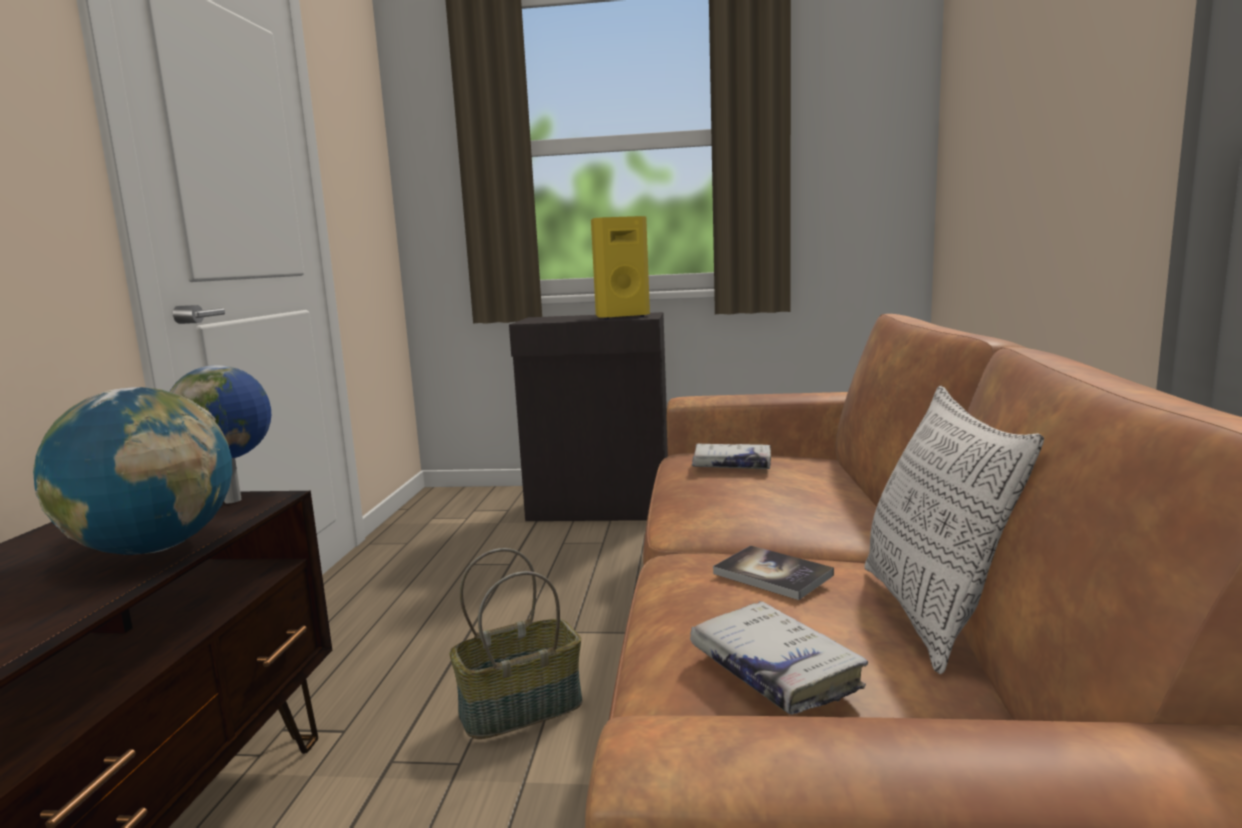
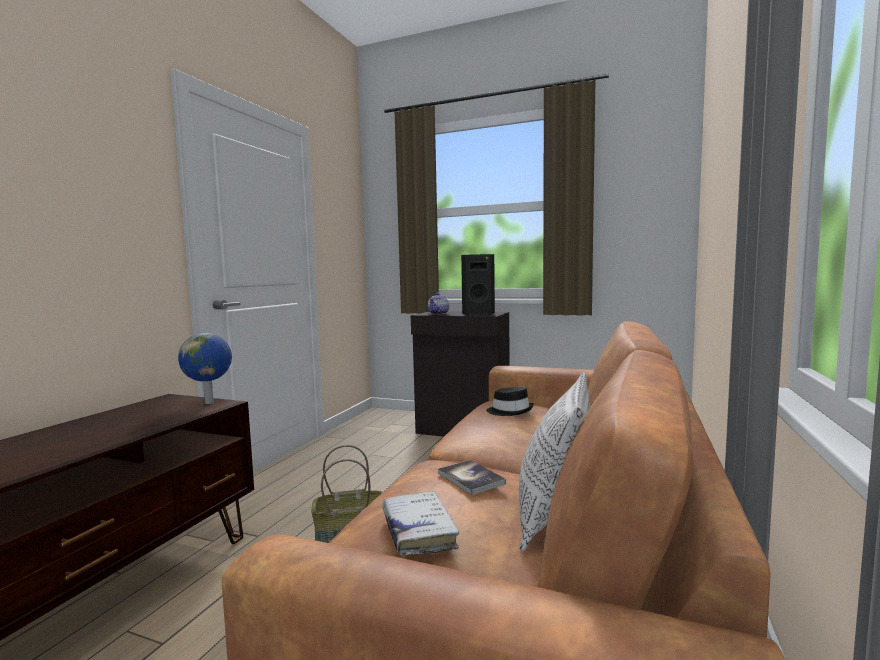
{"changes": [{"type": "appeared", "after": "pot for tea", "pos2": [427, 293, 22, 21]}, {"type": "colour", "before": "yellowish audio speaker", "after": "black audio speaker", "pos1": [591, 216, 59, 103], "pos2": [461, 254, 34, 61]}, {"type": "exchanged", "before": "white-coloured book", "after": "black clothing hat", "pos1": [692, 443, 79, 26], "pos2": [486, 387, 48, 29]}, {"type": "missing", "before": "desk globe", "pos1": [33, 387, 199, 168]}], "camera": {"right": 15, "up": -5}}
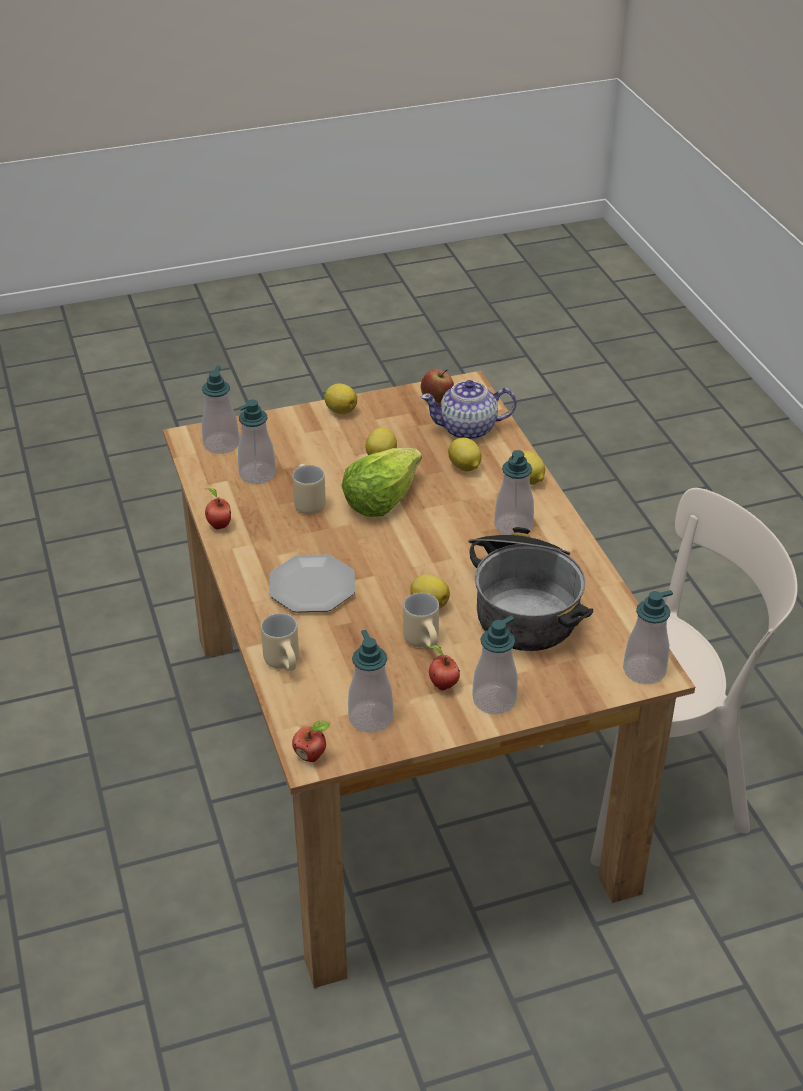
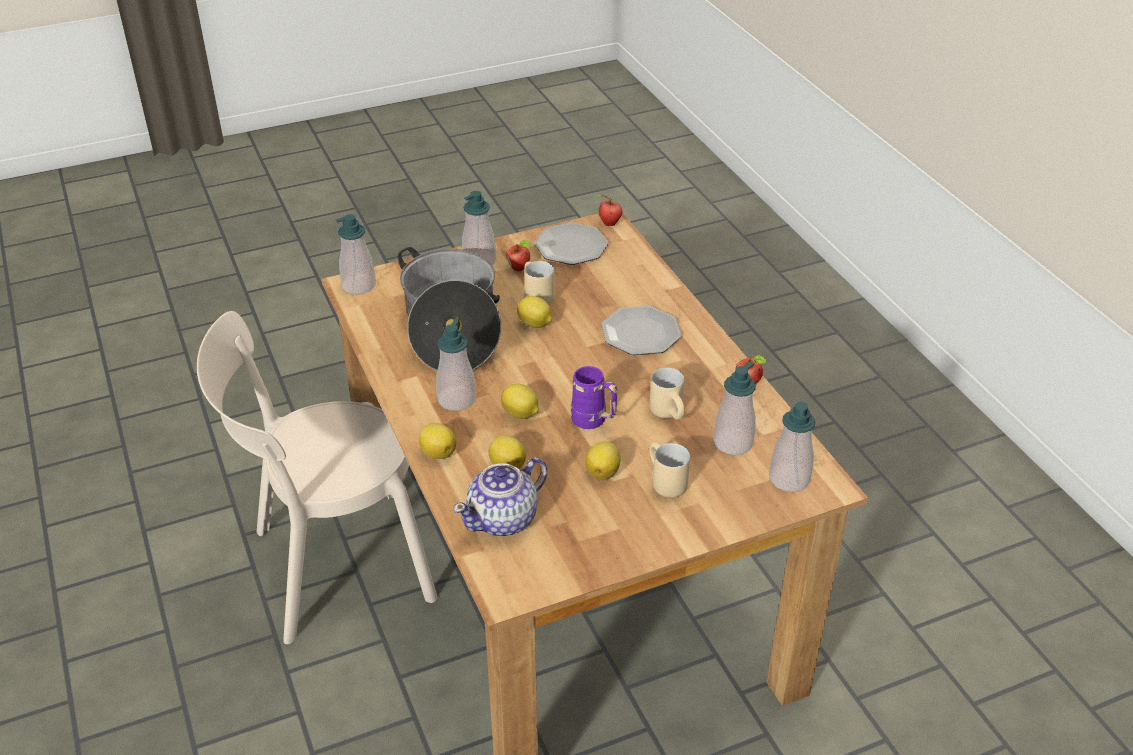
{"changes": [{"type": "spun", "before": "pot for tea", "pos1": [421, 380, 96, 60], "pos2": [453, 457, 95, 79], "turn": 150}, {"type": "relocated", "before": "lemon", "pos1": [325, 383, 32, 31], "pos2": [501, 384, 38, 35]}, {"type": "exchanged", "before": "soap bottle", "after": "dinner plate", "pos1": [348, 630, 45, 103], "pos2": [534, 222, 74, 43]}, {"type": "exchanged", "before": "lettuce head", "after": "purplish tea mug", "pos1": [342, 448, 80, 69], "pos2": [571, 366, 47, 63]}, {"type": "relocated", "before": "sand-coloured tea mug", "pos1": [261, 613, 38, 58], "pos2": [649, 442, 41, 56]}, {"type": "missing", "before": "whole apple", "pos1": [421, 369, 33, 35]}], "camera": {"right": 175, "up": 0}}
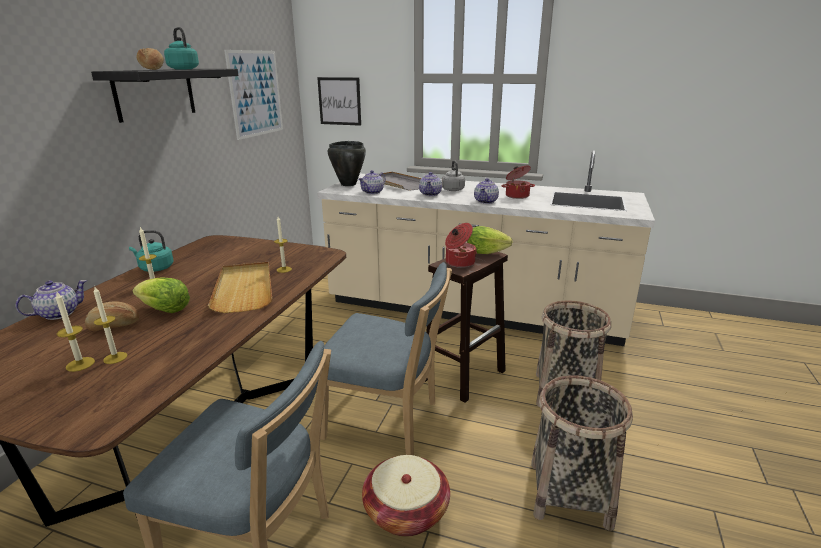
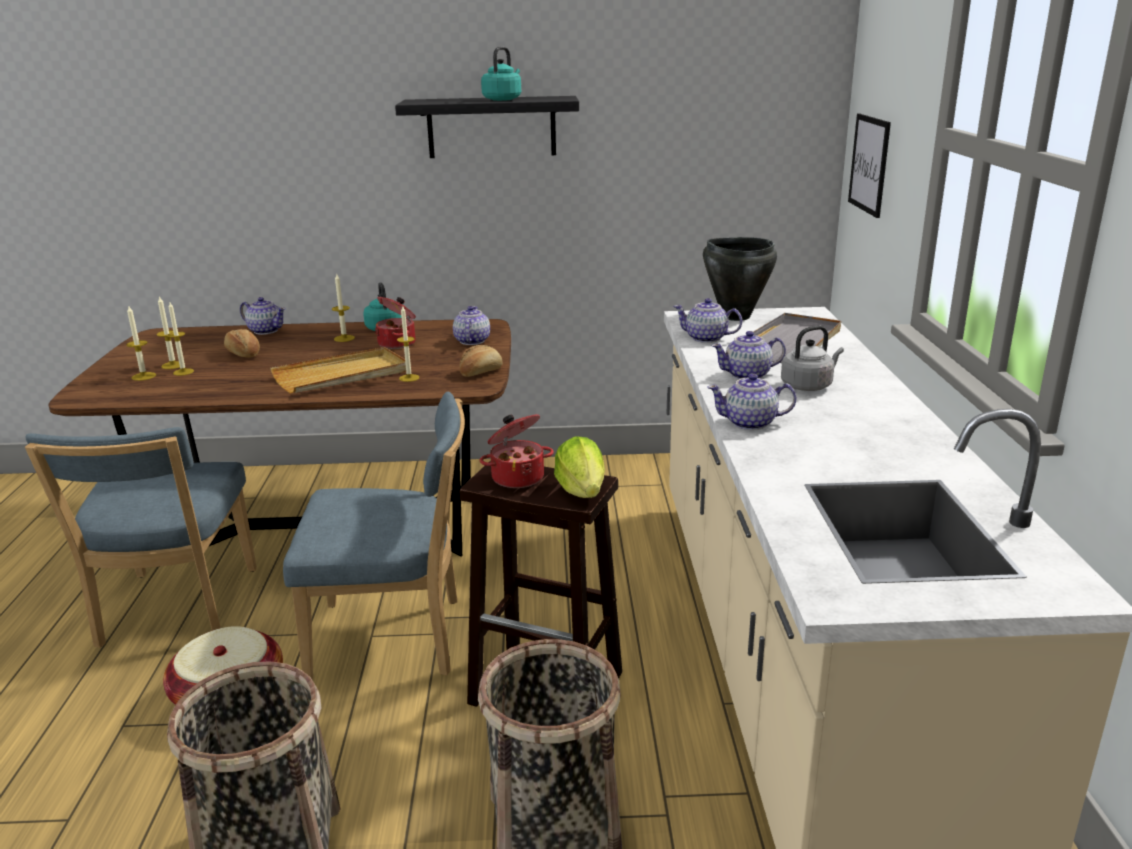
{"changes": [{"type": "appeared", "after": "candle", "pos2": [126, 306, 30, 75]}, {"type": "spun", "before": "blue chair", "pos1": [317, 262, 135, 193], "pos2": [283, 392, 182, 288], "turn": -90}, {"type": "relocated", "before": "cooking pot", "pos1": [501, 165, 34, 34], "pos2": [375, 297, 41, 52]}, {"type": "appeared", "after": "pot for tea", "pos2": [453, 306, 37, 39]}, {"type": "relocated", "before": "bread", "pos1": [137, 48, 27, 22], "pos2": [459, 345, 44, 32]}, {"type": "missing", "before": "lettuce head", "pos1": [133, 278, 57, 35]}, {"type": "missing", "before": "picture", "pos1": [224, 50, 59, 90]}], "camera": {"right": 70, "up": 0}}
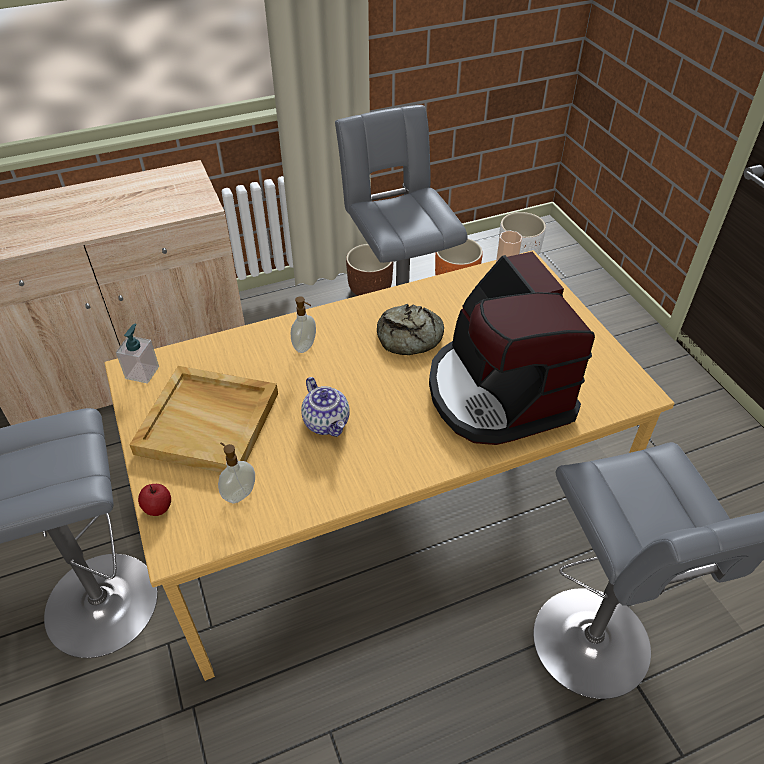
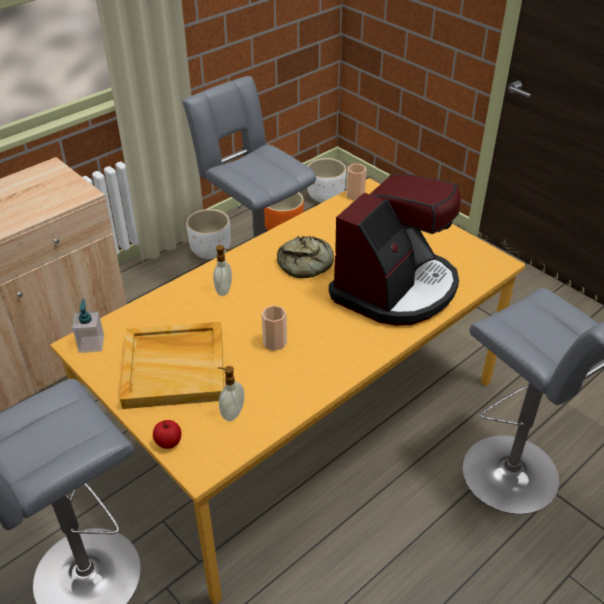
{"changes": [{"type": "colour", "before": "brown flower pot", "after": "white-coloured flower pot", "pos1": [346, 244, 48, 52], "pos2": [186, 209, 45, 50]}, {"type": "exchanged", "before": "pot for tea", "after": "cup", "pos1": [301, 377, 49, 60], "pos2": [262, 305, 25, 46]}, {"type": "spun", "before": "coffee machine", "pos1": [429, 252, 166, 193], "pos2": [329, 174, 132, 151], "turn": -105}], "camera": {"right": -20, "up": -5}}
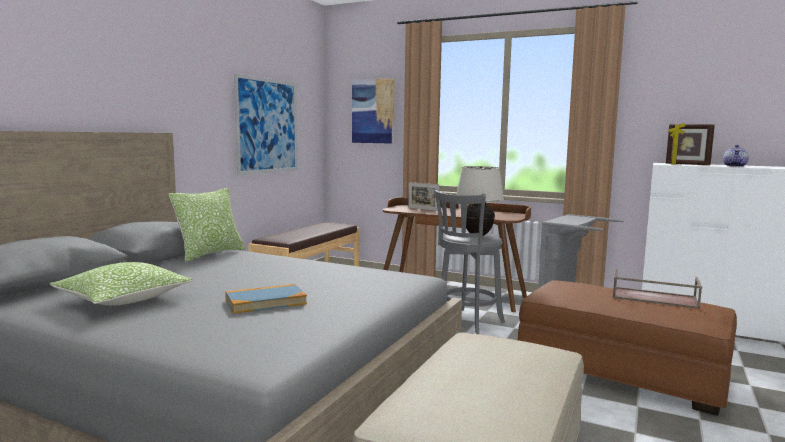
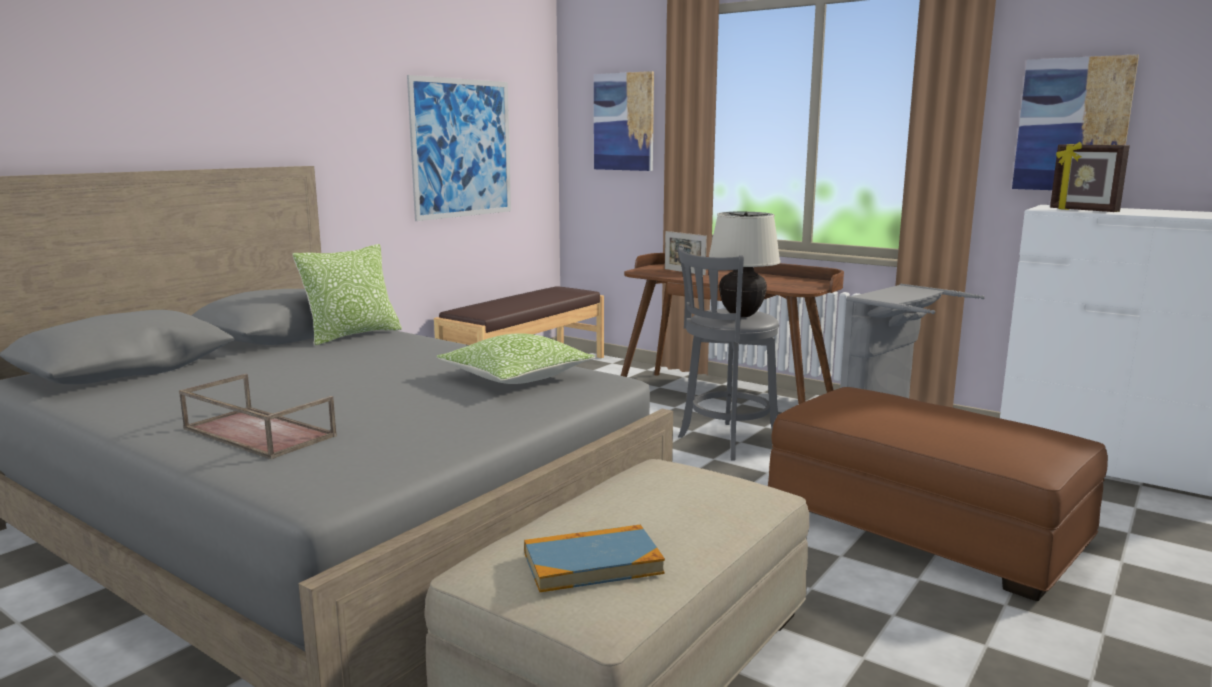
{"changes": [{"type": "relocated", "before": "brown serving tray", "pos1": [612, 269, 90, 40], "pos2": [179, 374, 158, 85]}, {"type": "relocated", "before": "throw pillow", "pos1": [50, 262, 143, 44], "pos2": [436, 333, 159, 51]}, {"type": "relocated", "before": "book", "pos1": [225, 284, 82, 30], "pos2": [524, 524, 141, 68]}, {"type": "appeared", "after": "picture", "pos2": [1012, 54, 127, 136]}, {"type": "missing", "before": "pot for tea", "pos1": [723, 145, 26, 22]}], "camera": {"right": 10, "up": 5}}
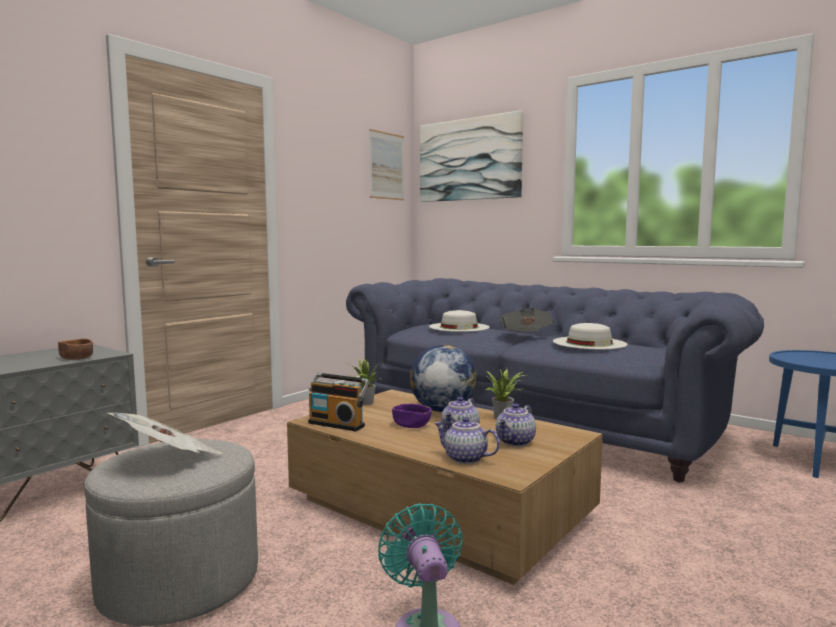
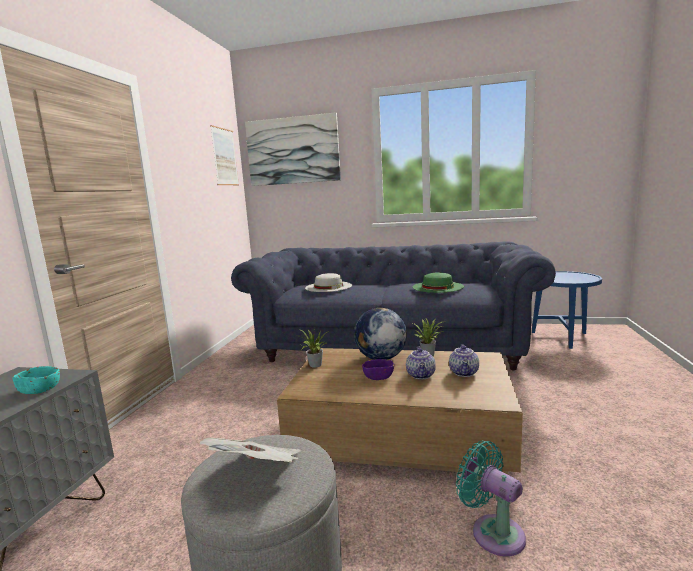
{"changes": [{"type": "colour", "before": "brown serving bowl", "after": "blue-green serving bowl", "pos1": [58, 339, 35, 21], "pos2": [12, 366, 48, 28]}, {"type": "colour", "before": "white-coloured clothing hat", "after": "green-coloured clothing hat", "pos1": [553, 323, 74, 26], "pos2": [412, 272, 52, 21]}, {"type": "missing", "before": "radio set", "pos1": [308, 373, 62, 58]}, {"type": "missing", "before": "pot for tea", "pos1": [435, 417, 65, 47]}, {"type": "missing", "before": "printed paper", "pos1": [500, 308, 54, 24]}], "camera": {"right": -25, "up": 5}}
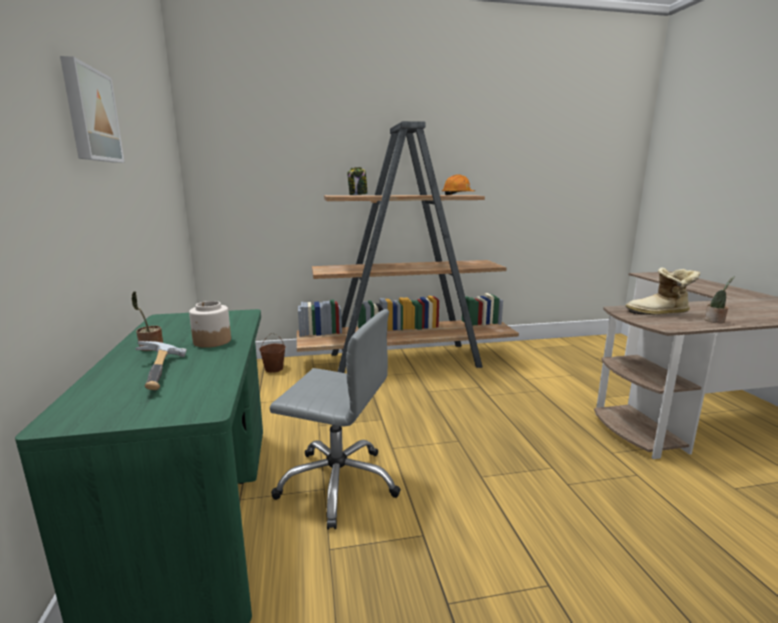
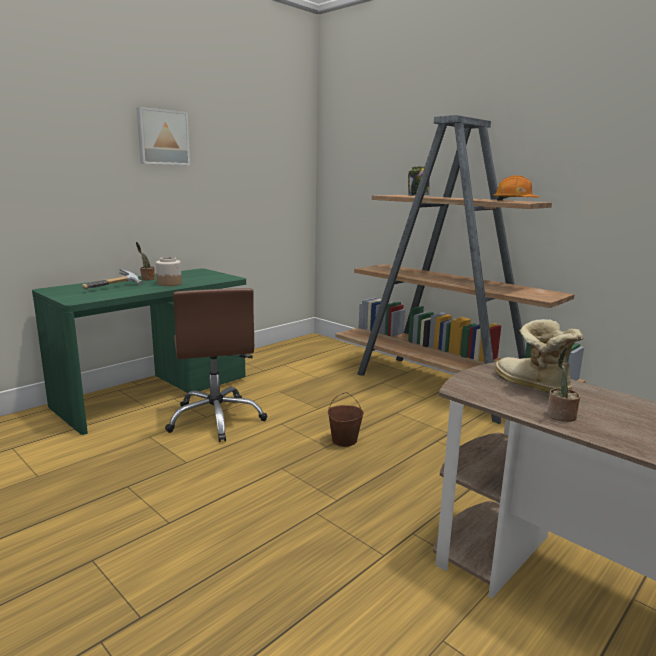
{"changes": [{"type": "colour", "before": "greyish office chair", "after": "brown office chair", "pos1": [270, 309, 131, 220], "pos2": [165, 288, 102, 154]}, {"type": "relocated", "before": "brown water bucket", "pos1": [259, 333, 27, 40], "pos2": [328, 392, 36, 55]}], "camera": {"right": 55, "up": 0}}
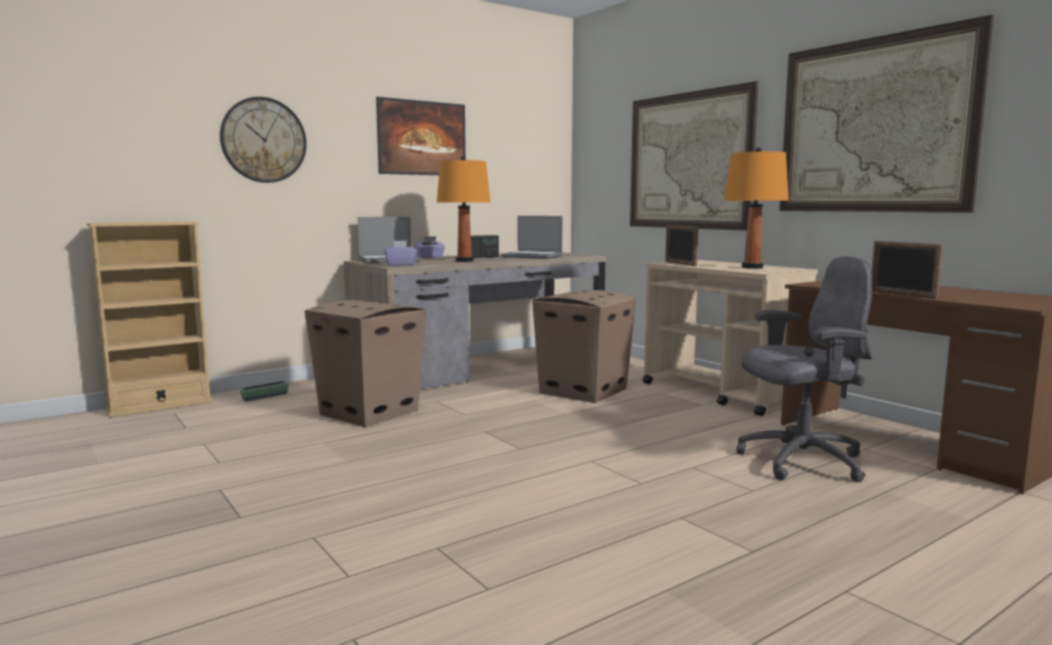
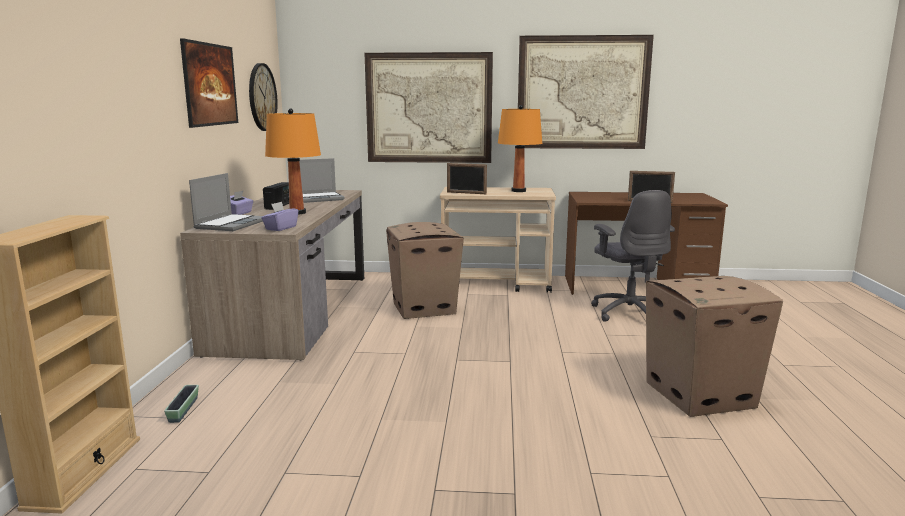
{"changes": [{"type": "relocated", "before": "wall clock", "pos1": [220, 97, 87, 86], "pos2": [249, 63, 29, 68]}, {"type": "spun", "before": "greyish office chair", "pos1": [736, 256, 136, 226], "pos2": [591, 190, 84, 132], "turn": 135}, {"type": "relocated", "before": "packing box", "pos1": [305, 300, 121, 127], "pos2": [646, 276, 137, 141]}], "camera": {"right": -50, "up": 5}}
